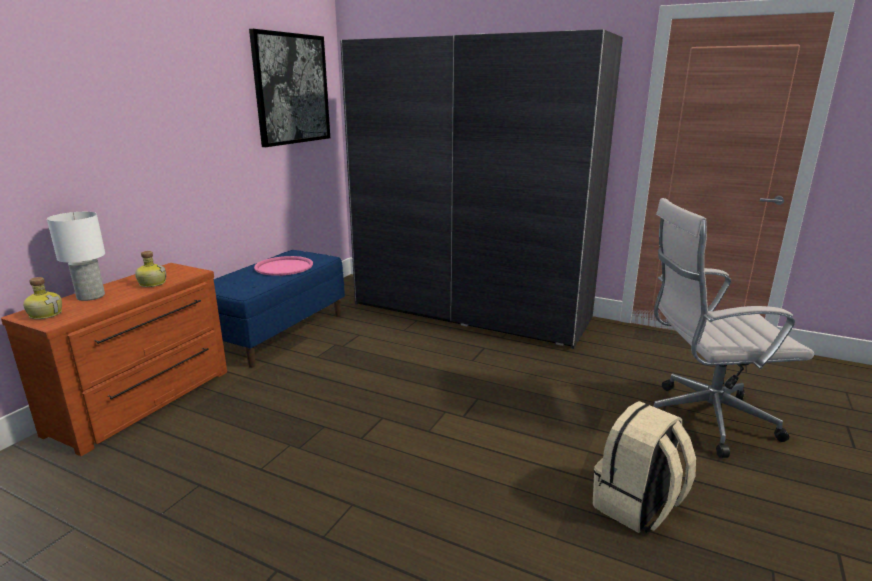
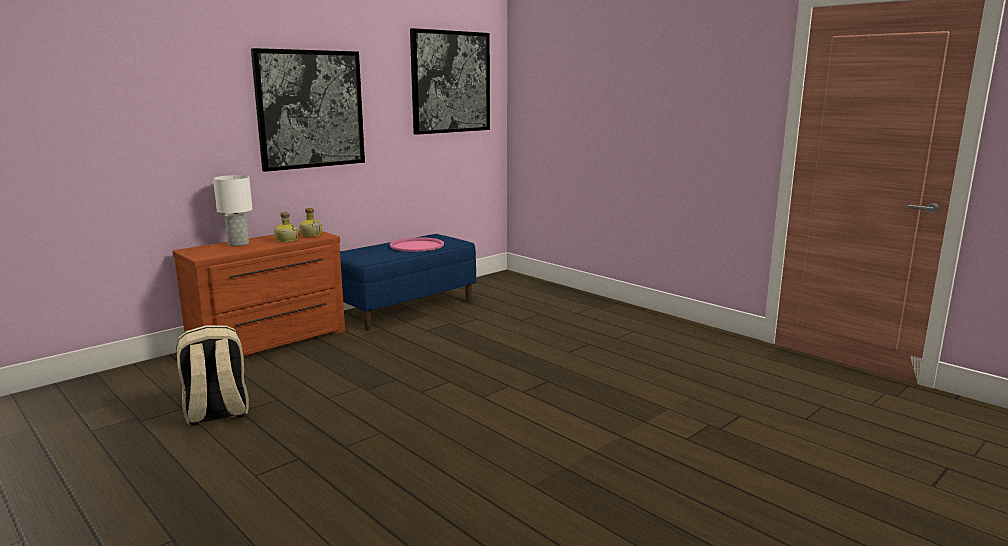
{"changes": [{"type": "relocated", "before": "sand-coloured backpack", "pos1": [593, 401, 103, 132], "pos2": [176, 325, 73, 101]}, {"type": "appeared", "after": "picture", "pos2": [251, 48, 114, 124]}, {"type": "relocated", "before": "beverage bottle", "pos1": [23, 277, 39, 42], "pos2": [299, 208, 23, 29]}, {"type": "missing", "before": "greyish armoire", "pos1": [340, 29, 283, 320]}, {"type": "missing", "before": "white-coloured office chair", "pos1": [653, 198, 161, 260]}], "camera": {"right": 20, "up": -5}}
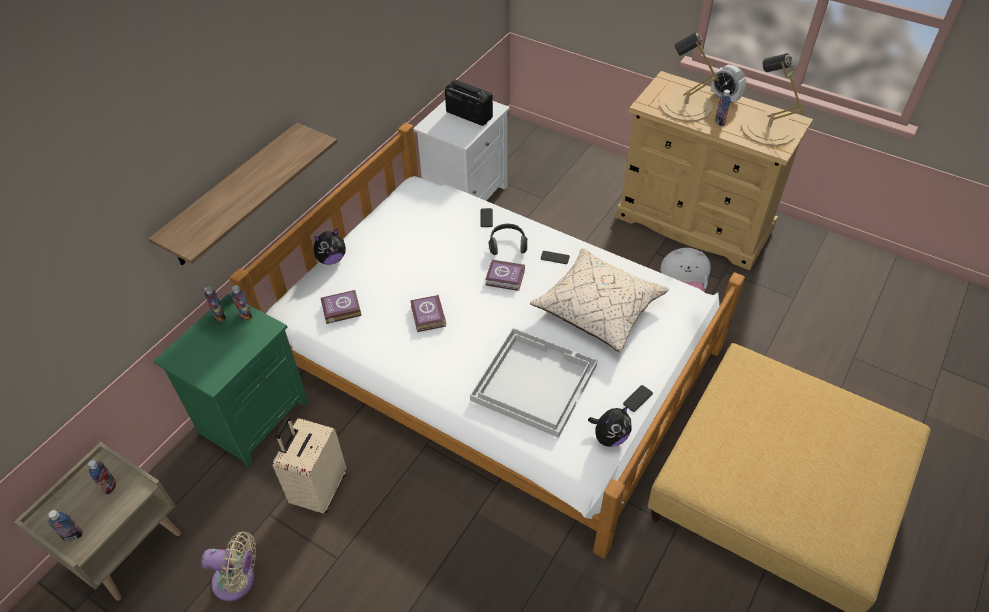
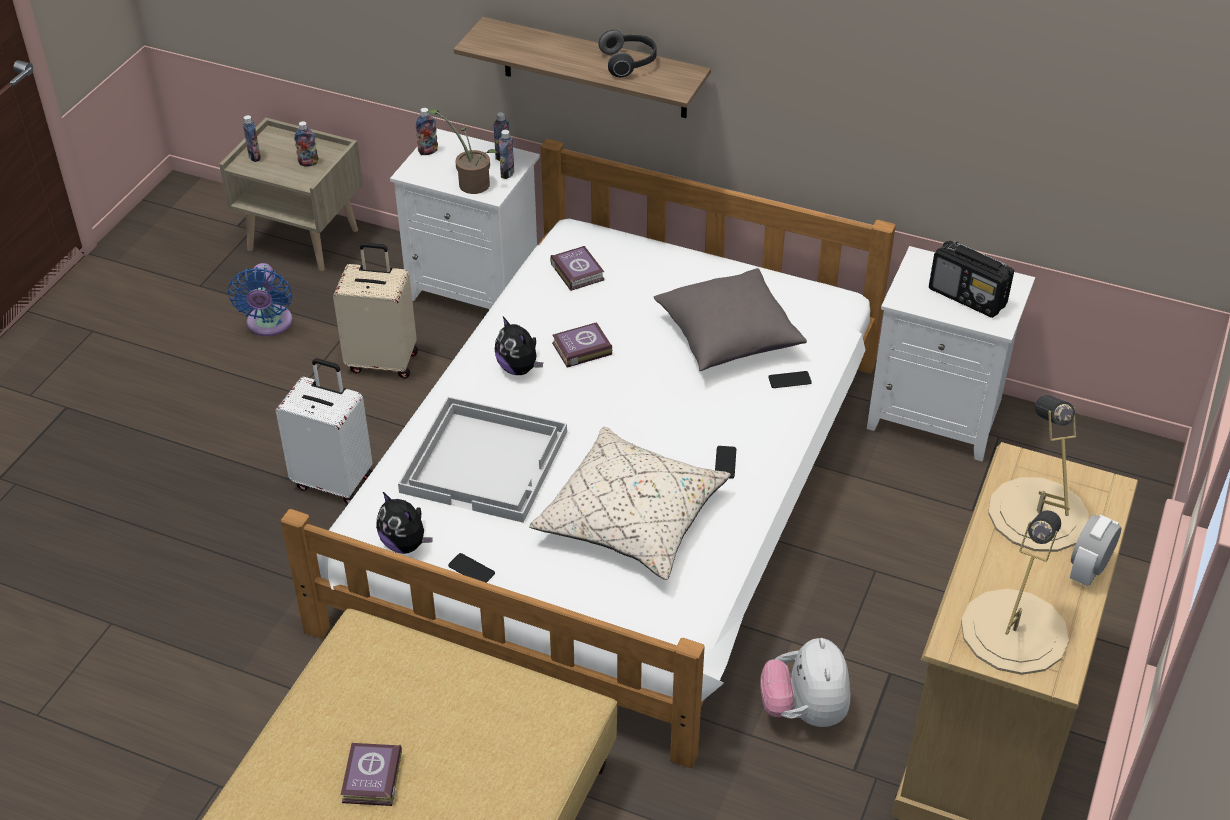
{"changes": [{"type": "colour", "before": "sand-coloured cooling fan", "after": "blue cooling fan", "pos1": [201, 531, 55, 70], "pos2": [228, 263, 65, 73]}, {"type": "appeared", "after": "white-coloured piece of luggage", "pos2": [276, 358, 97, 146]}, {"type": "relocated", "before": "book", "pos1": [485, 260, 40, 31], "pos2": [341, 743, 61, 63]}, {"type": "colour", "before": "green-coloured night table", "after": "white-coloured night table", "pos1": [153, 294, 155, 173], "pos2": [390, 128, 150, 181]}, {"type": "relocated", "before": "beverage bottle", "pos1": [715, 90, 16, 36], "pos2": [416, 108, 22, 47]}, {"type": "appeared", "after": "houseplant", "pos2": [428, 109, 70, 85]}, {"type": "relocated", "before": "soft toy", "pos1": [314, 228, 32, 37], "pos2": [495, 317, 48, 58]}, {"type": "relocated", "before": "pair of headphones", "pos1": [489, 224, 39, 31], "pos2": [598, 30, 59, 47]}, {"type": "appeared", "after": "greyish throw pillow", "pos2": [654, 268, 153, 103]}, {"type": "spun", "before": "radio set", "pos1": [445, 80, 48, 46], "pos2": [929, 241, 85, 77], "turn": 105}], "camera": {"right": 80, "up": -5}}
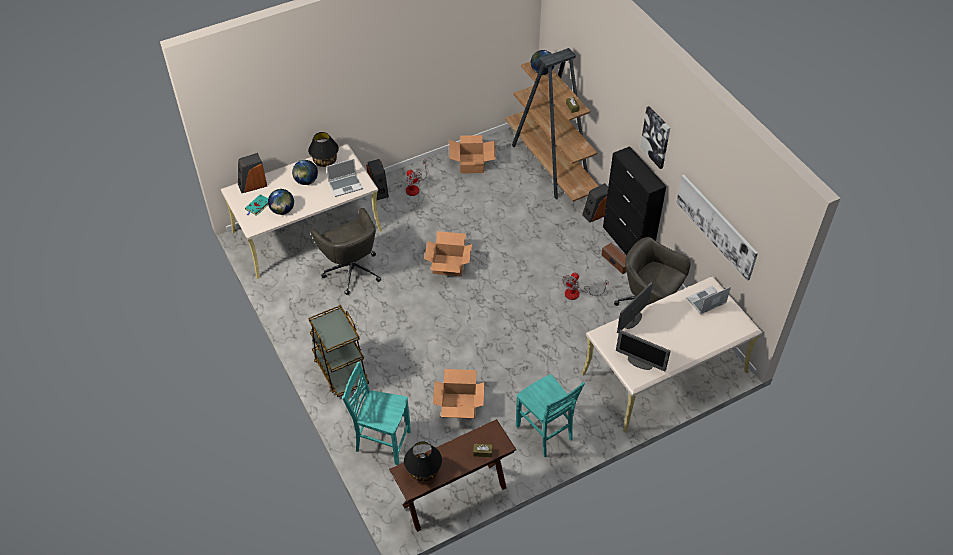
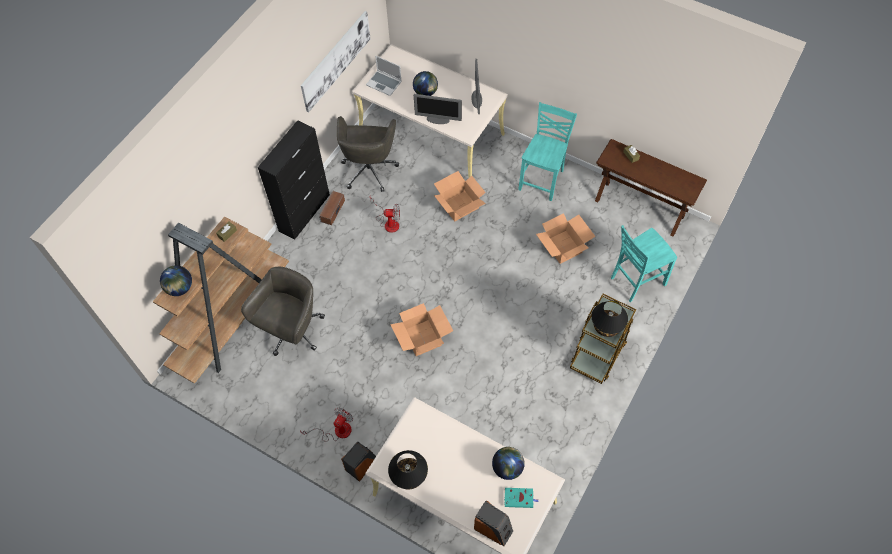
{"changes": [{"type": "relocated", "before": "greyish office chair", "pos1": [310, 208, 71, 87], "pos2": [241, 267, 84, 89]}, {"type": "relocated", "before": "desk globe", "pos1": [292, 160, 26, 25], "pos2": [413, 71, 25, 25]}, {"type": "relocated", "before": "packing box", "pos1": [449, 135, 47, 38], "pos2": [434, 171, 52, 50]}, {"type": "relocated", "before": "black lamp for a table", "pos1": [404, 441, 38, 41], "pos2": [592, 300, 36, 37]}, {"type": "spun", "before": "blue-green chair", "pos1": [342, 362, 69, 103], "pos2": [611, 225, 66, 77], "turn": 75}, {"type": "missing", "before": "portable computer", "pos1": [326, 159, 37, 38]}, {"type": "missing", "before": "audio speaker", "pos1": [582, 183, 26, 40]}, {"type": "missing", "before": "picture", "pos1": [640, 106, 30, 63]}], "camera": {"right": -120, "up": 10}}
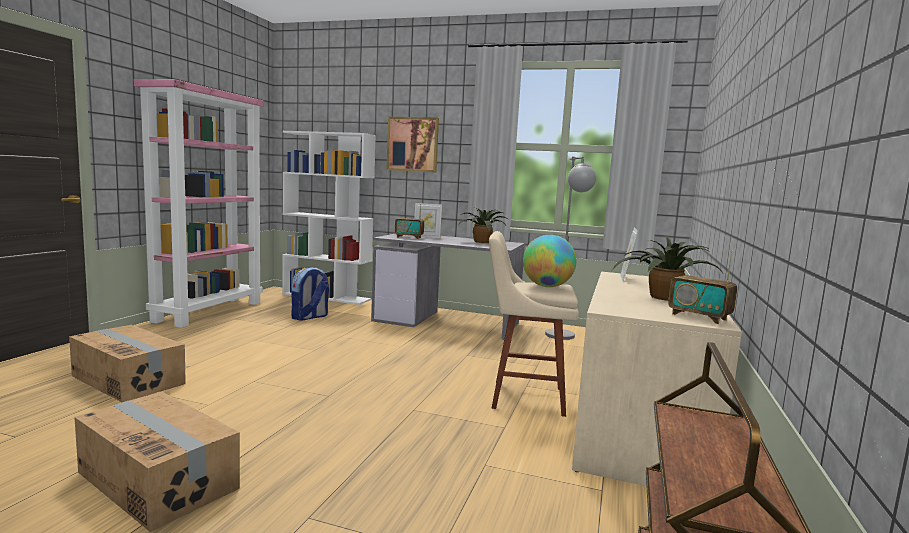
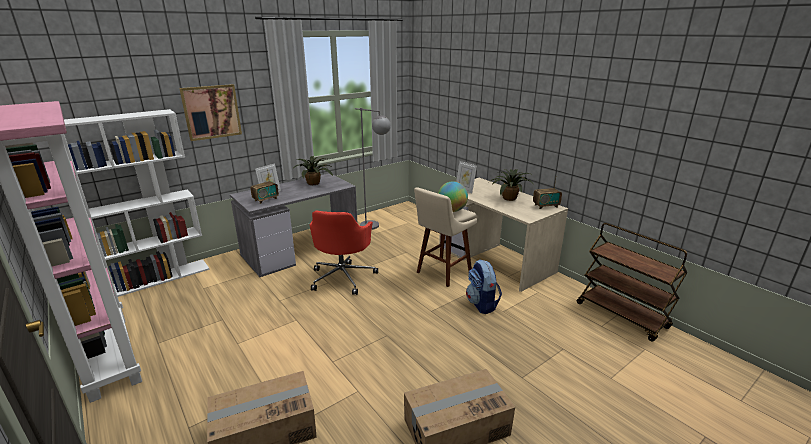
{"changes": [{"type": "appeared", "after": "reddish office chair", "pos2": [310, 211, 68, 84]}, {"type": "relocated", "before": "backpack", "pos1": [291, 267, 38, 54], "pos2": [466, 260, 36, 54]}], "camera": {"right": -55, "up": 15}}
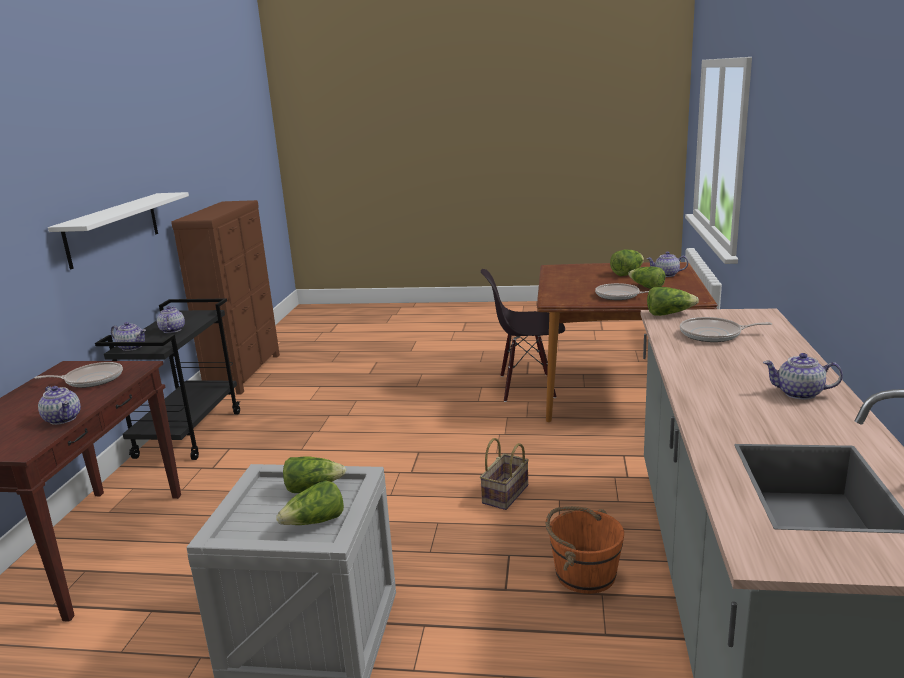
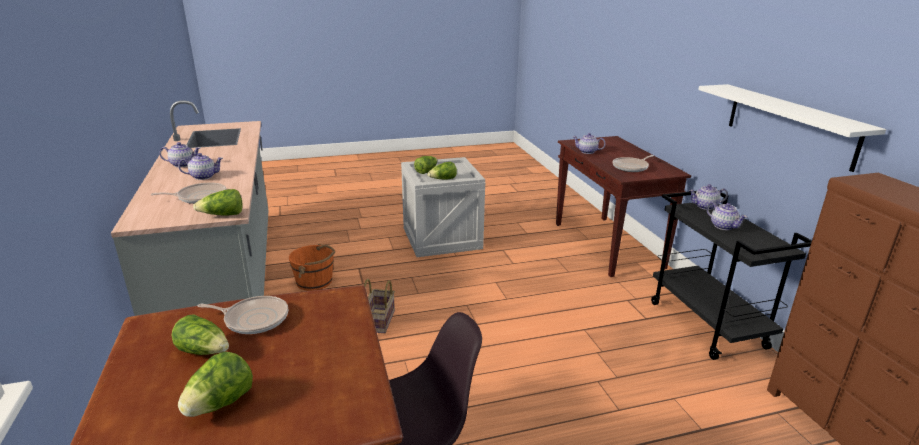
{"changes": [{"type": "relocated", "before": "pot for tea", "pos1": [647, 252, 41, 25], "pos2": [178, 153, 45, 27]}], "camera": {"right": 155, "up": 5}}
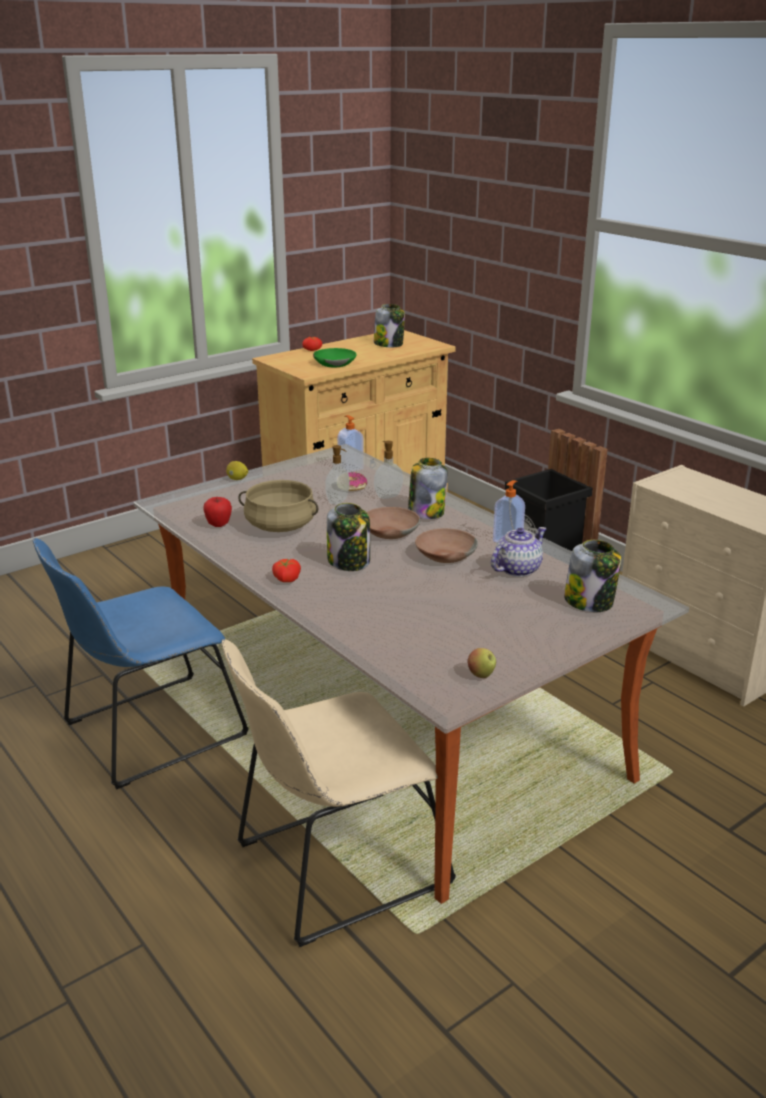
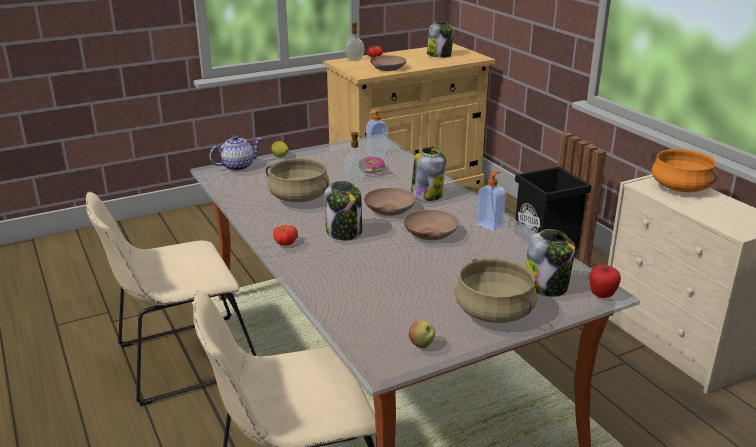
{"changes": [{"type": "colour", "before": "blue chair", "after": "sand-coloured chair", "pos1": [33, 538, 216, 251], "pos2": [86, 192, 170, 214]}, {"type": "relocated", "before": "pot for tea", "pos1": [491, 527, 56, 50], "pos2": [209, 135, 53, 36]}, {"type": "relocated", "before": "soap bottle", "pos1": [374, 441, 29, 58], "pos2": [345, 22, 20, 39]}, {"type": "colour", "before": "green-coloured serving bowl", "after": "brown serving bowl", "pos1": [313, 348, 44, 19], "pos2": [370, 55, 37, 16]}, {"type": "appeared", "after": "sand-coloured cooking pot", "pos2": [455, 258, 82, 65]}, {"type": "relocated", "before": "whole apple", "pos1": [203, 497, 29, 30], "pos2": [589, 265, 32, 33]}, {"type": "appeared", "after": "orangey cooking pot", "pos2": [652, 149, 64, 43]}], "camera": {"right": 10, "up": 0}}
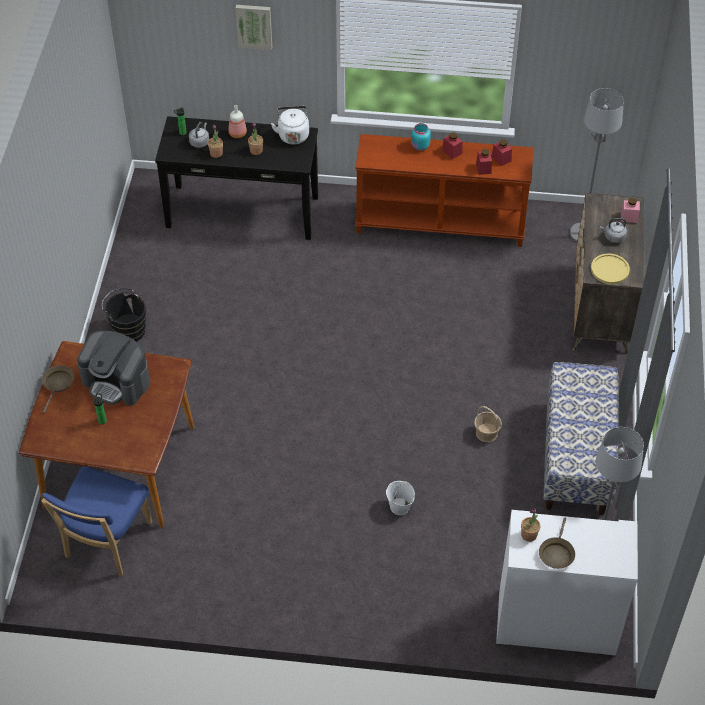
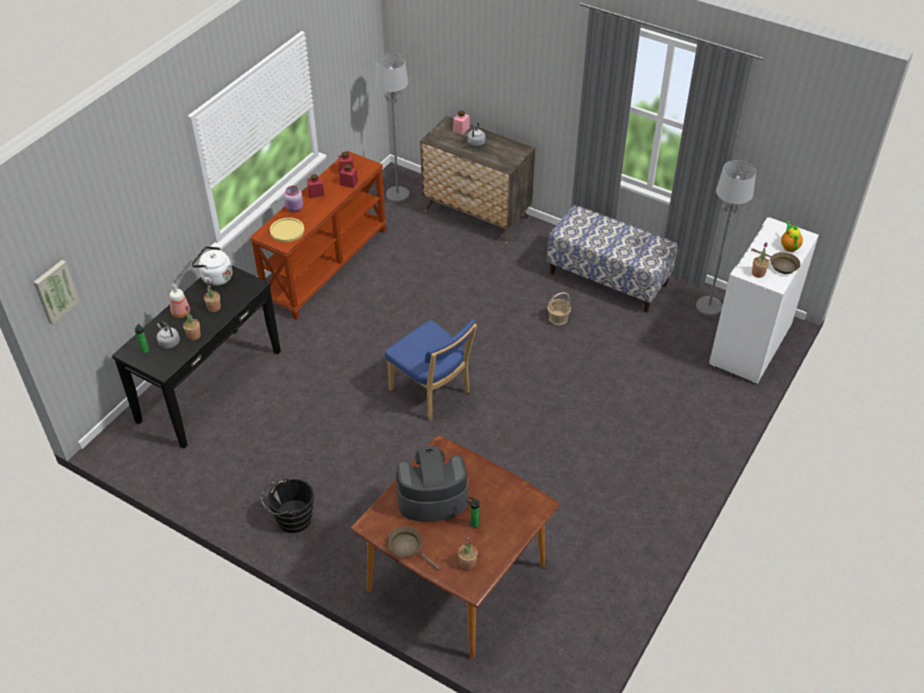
{"changes": [{"type": "relocated", "before": "picture", "pos1": [236, 5, 36, 45], "pos2": [33, 260, 47, 65]}, {"type": "relocated", "before": "yellowish dinner plate", "pos1": [591, 253, 39, 31], "pos2": [270, 218, 34, 24]}, {"type": "colour", "before": "blue-green jar", "after": "pinkish jar", "pos1": [411, 123, 20, 28], "pos2": [284, 186, 19, 26]}, {"type": "relocated", "before": "blue chair", "pos1": [41, 466, 111, 110], "pos2": [385, 319, 92, 102]}, {"type": "spun", "before": "coffee machine", "pos1": [77, 331, 73, 75], "pos2": [396, 446, 72, 76], "turn": -150}, {"type": "appeared", "after": "houseplant", "pos2": [458, 535, 19, 35]}, {"type": "appeared", "after": "pot for tea", "pos2": [781, 221, 22, 31]}, {"type": "missing", "before": "white-coloured water bucket", "pos1": [386, 481, 29, 34]}], "camera": {"right": -65, "up": -5}}
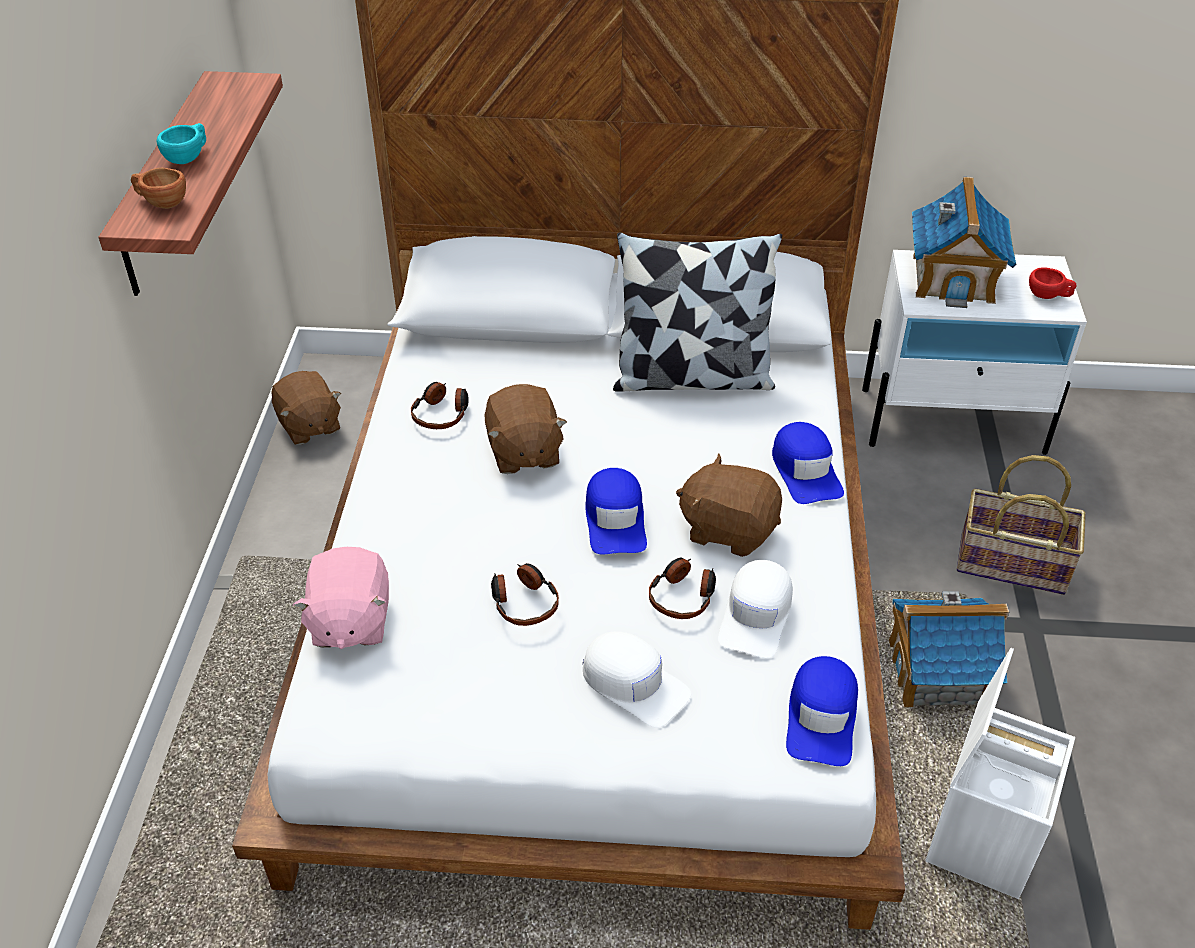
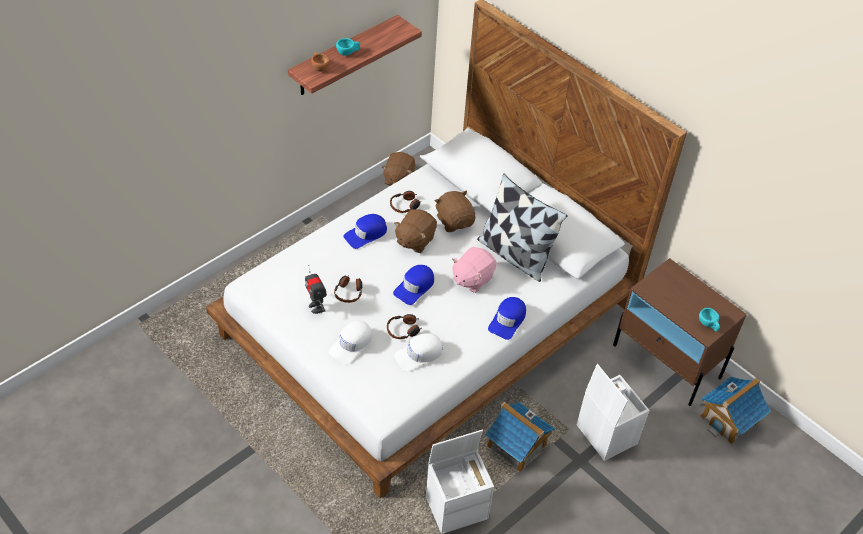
{"changes": [{"type": "appeared", "after": "robot figure", "pos2": [305, 265, 22, 49]}, {"type": "spun", "before": "white-coloured cap", "pos1": [583, 631, 108, 97], "pos2": [329, 321, 43, 43], "turn": 45}, {"type": "relocated", "before": "blue cap", "pos1": [786, 656, 72, 110], "pos2": [344, 214, 43, 35]}, {"type": "relocated", "before": "brown soft toy", "pos1": [676, 454, 106, 103], "pos2": [435, 190, 40, 42]}, {"type": "relocated", "before": "pinkish soft toy", "pos1": [293, 547, 96, 102], "pos2": [452, 247, 45, 46]}, {"type": "exchanged", "before": "basket", "after": "white-coloured storage box", "pos1": [957, 455, 129, 140], "pos2": [577, 364, 73, 97]}, {"type": "colour", "before": "white-coloured night table", "after": "brown night table", "pos1": [862, 250, 225, 205], "pos2": [613, 258, 134, 148]}, {"type": "colour", "before": "reddish cup", "after": "blue-green cup", "pos1": [1029, 267, 48, 32], "pos2": [699, 308, 21, 23]}, {"type": "relocated", "before": "model house", "pos1": [912, 177, 104, 131], "pos2": [700, 376, 71, 69]}], "camera": {"right": 40, "up": 5}}
